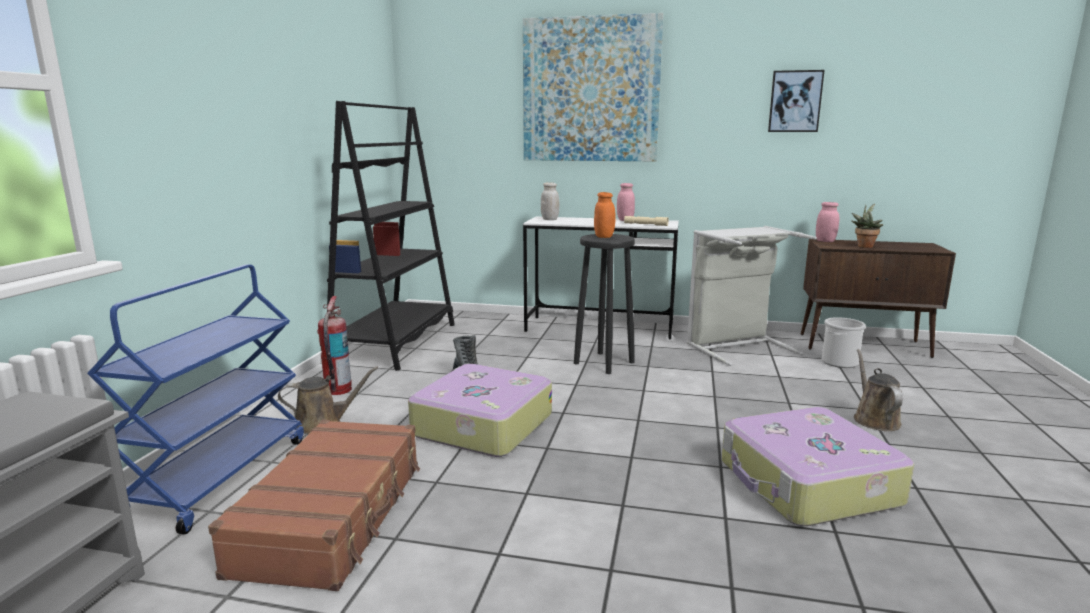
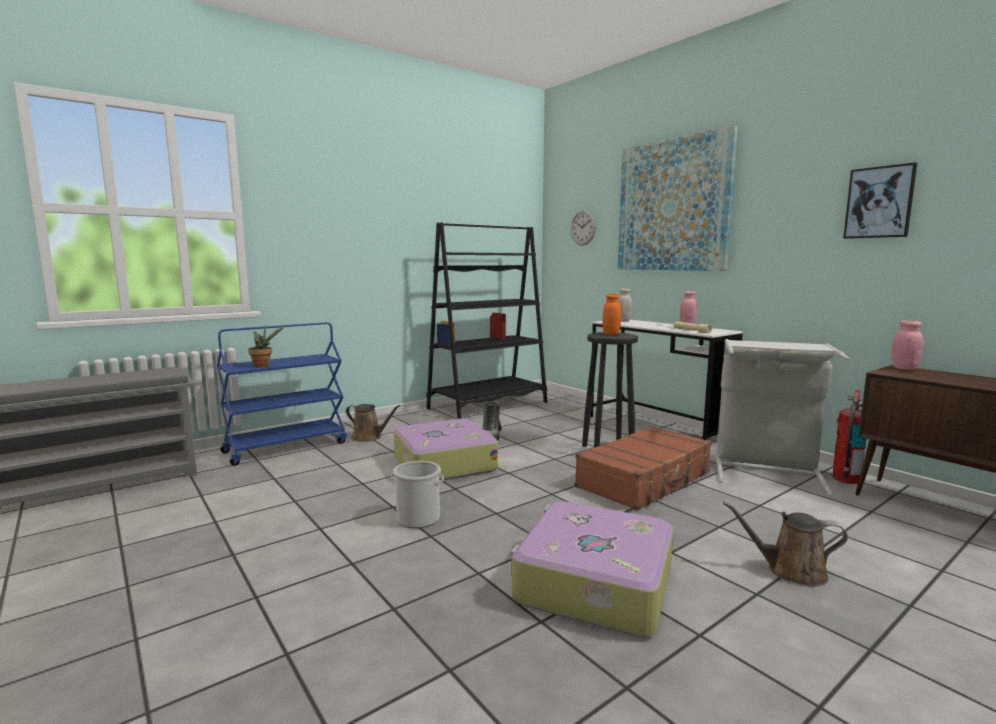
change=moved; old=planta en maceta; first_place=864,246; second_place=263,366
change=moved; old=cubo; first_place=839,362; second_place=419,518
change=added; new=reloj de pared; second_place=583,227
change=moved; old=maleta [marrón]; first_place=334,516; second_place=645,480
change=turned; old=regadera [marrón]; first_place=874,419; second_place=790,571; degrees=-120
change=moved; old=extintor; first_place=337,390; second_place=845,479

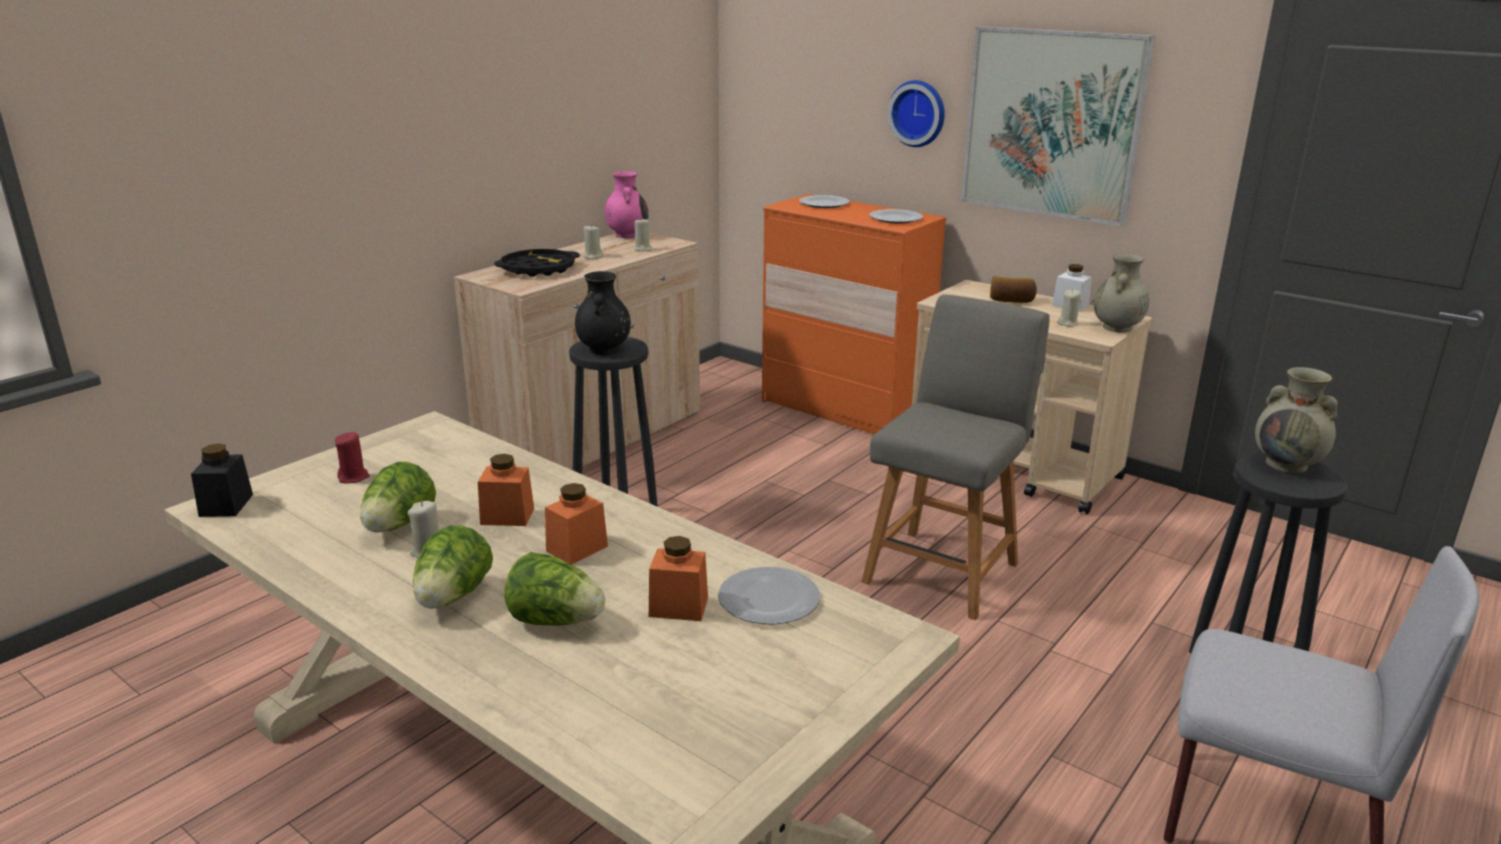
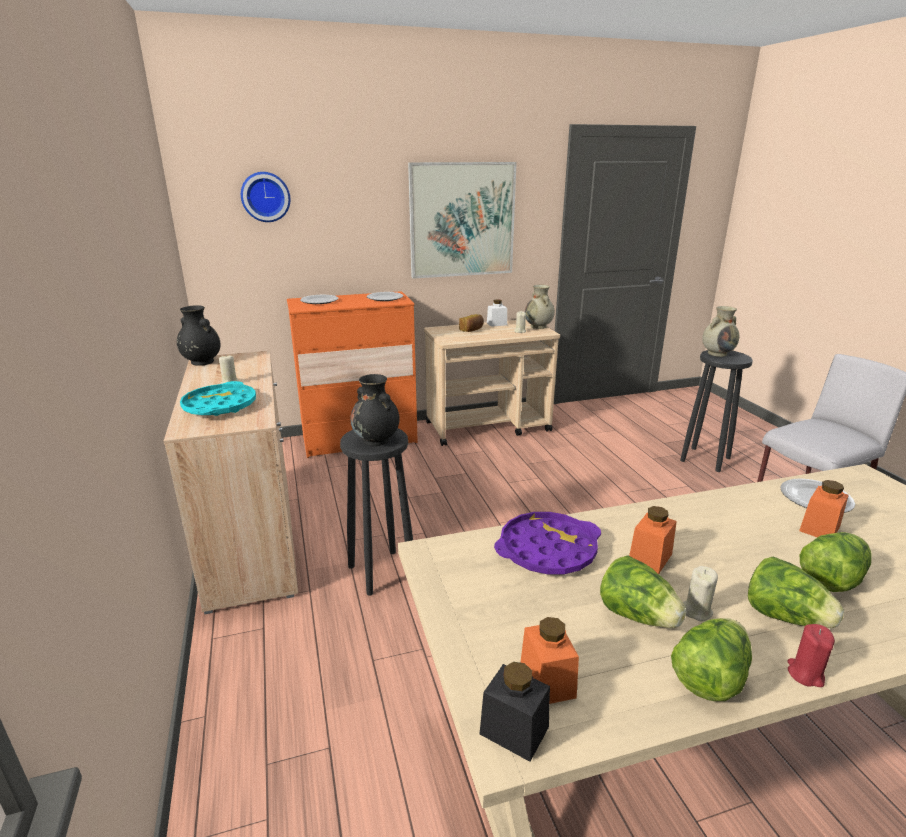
change=recoloured; old=florero [rosa]; new=florero [negro]; first_place=627,235; second_place=201,362
change=recoloured; old=bandeja [negro]; new=bandeja [turquesa]; first_place=538,269; second_place=220,406
change=moved; old=reloj de pared; first_place=918,113; second_place=265,197
change=added; new=bandeja [morado]; second_place=547,550
change=moved; old=tarro [naranja]; first_place=577,548; second_place=547,681
change=added; new=lechuga; second_place=709,677
change=moved; old=vela [rojo]; first_place=353,477; second_place=805,673
change=removed; old=vela [beis]; first_place=643,249
change=removed; old=silla [gris]; first_place=943,570

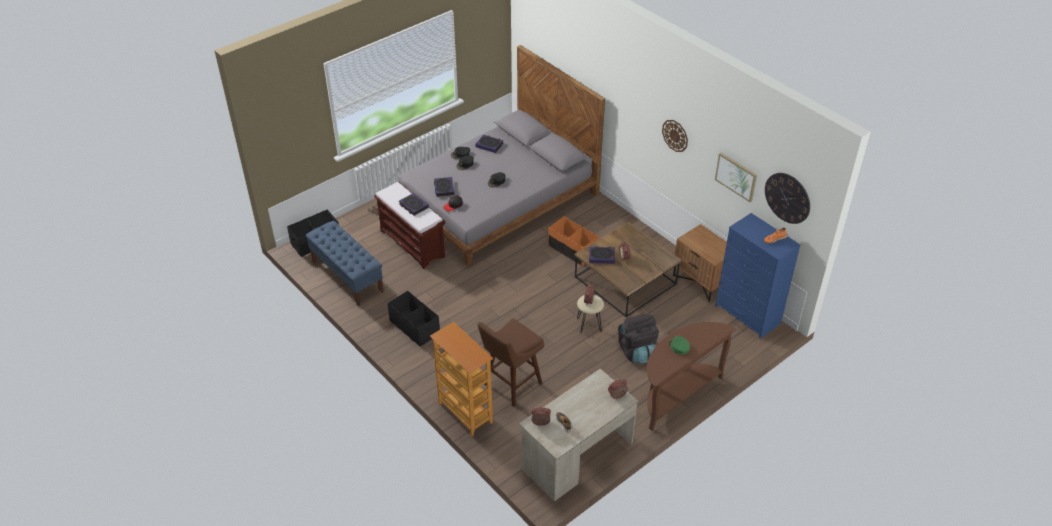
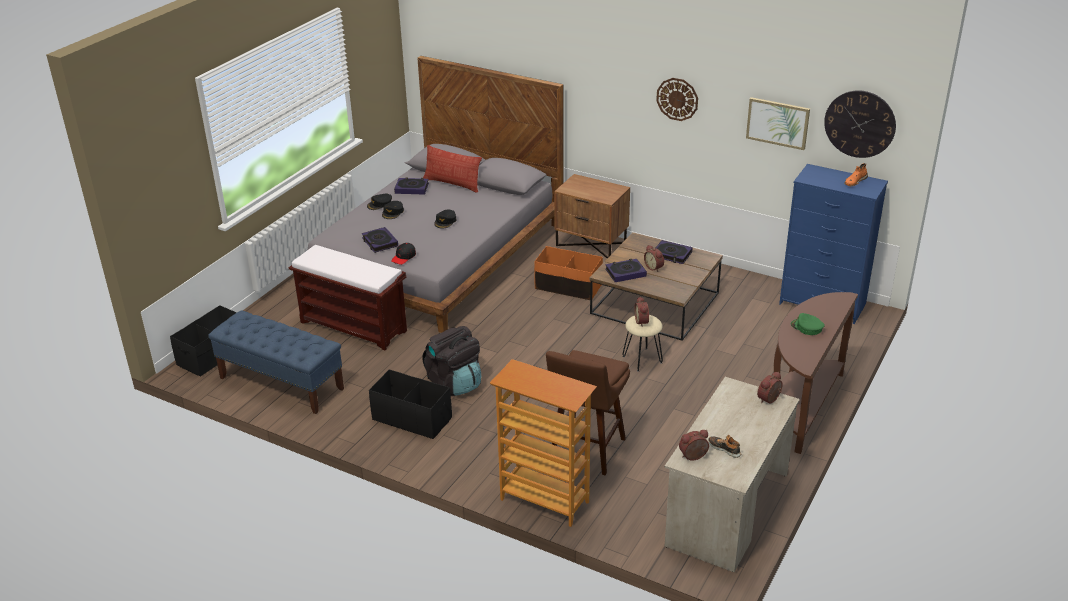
change=moved; old=mochila [negro]; first_place=637,351; second_place=455,383
change=added; new=cojín; second_place=452,184
change=moved; old=mesita de noche [marrón]; first_place=701,281; second_place=591,244
change=moved; old=libro; first_place=413,206; second_place=672,255

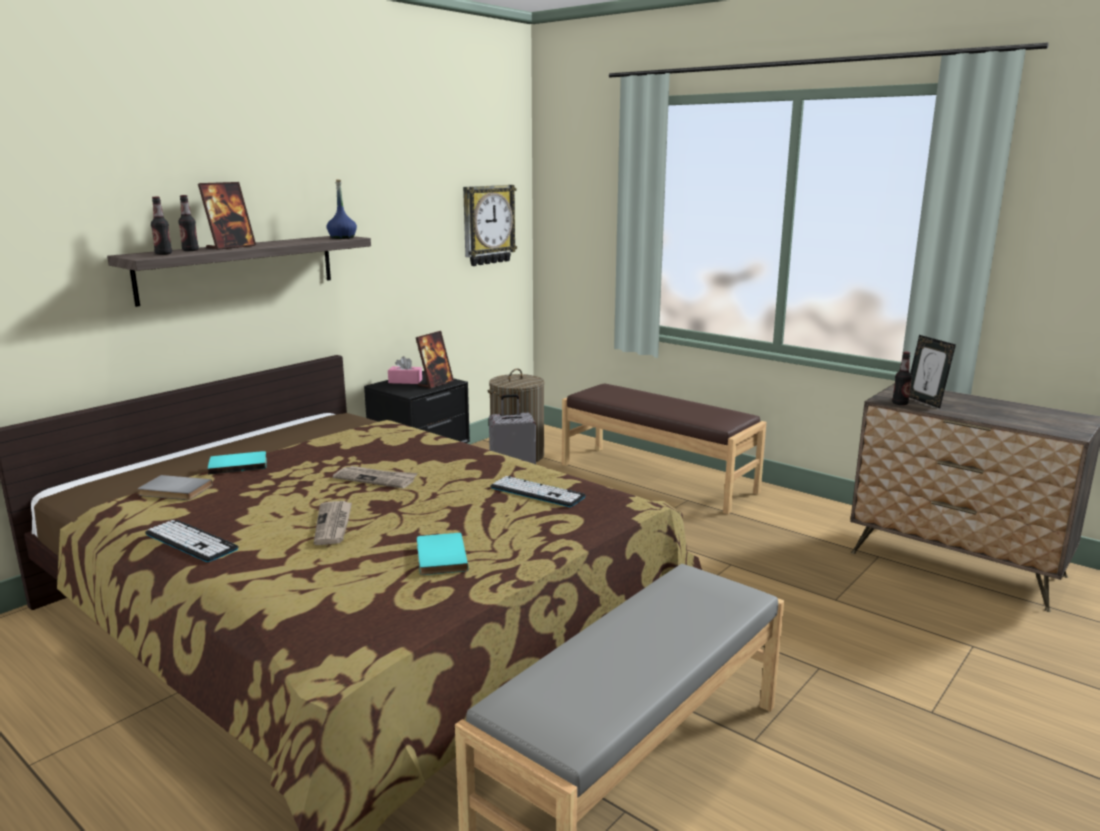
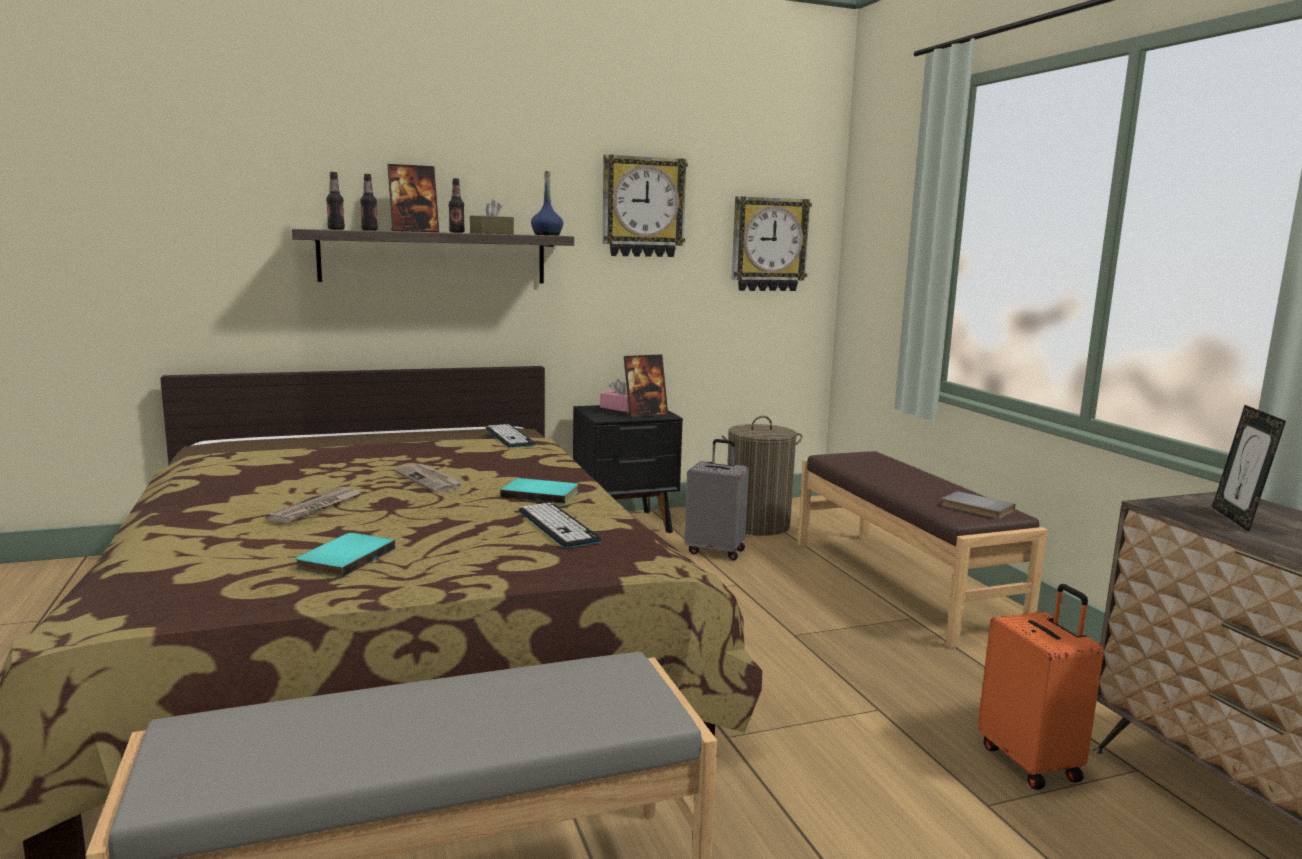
change=moved; old=botella; first_place=900,403; second_place=457,232
change=added; new=caja de pañuelos [marrón]; second_place=492,233
change=moved; old=teclado; first_place=191,541; second_place=509,437
change=moved; old=libro [turquesa]; first_place=238,465; second_place=541,493
change=added; new=reloj de pared; second_place=642,207
change=moved; old=libro [gris]; first_place=174,491; second_place=976,508
change=added; new=maleta [naranja]; second_place=1031,762

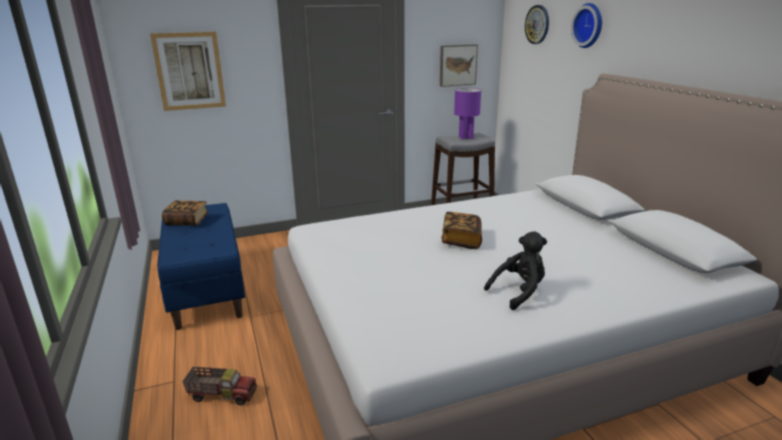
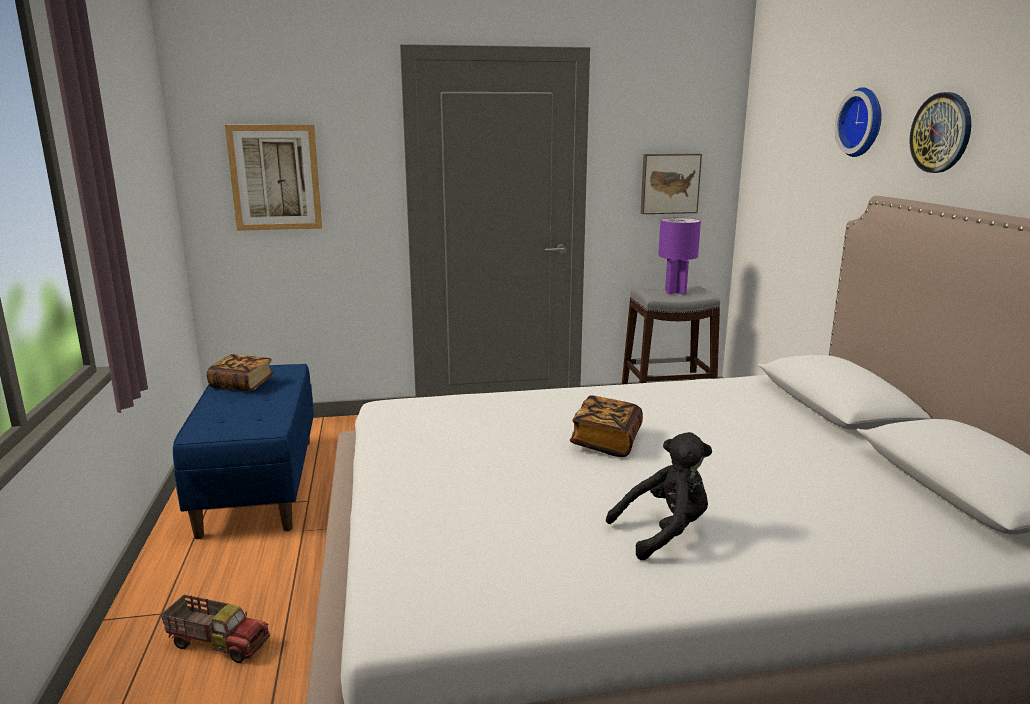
change=moved; old=reloj de pared; first_place=537,24; second_place=941,133

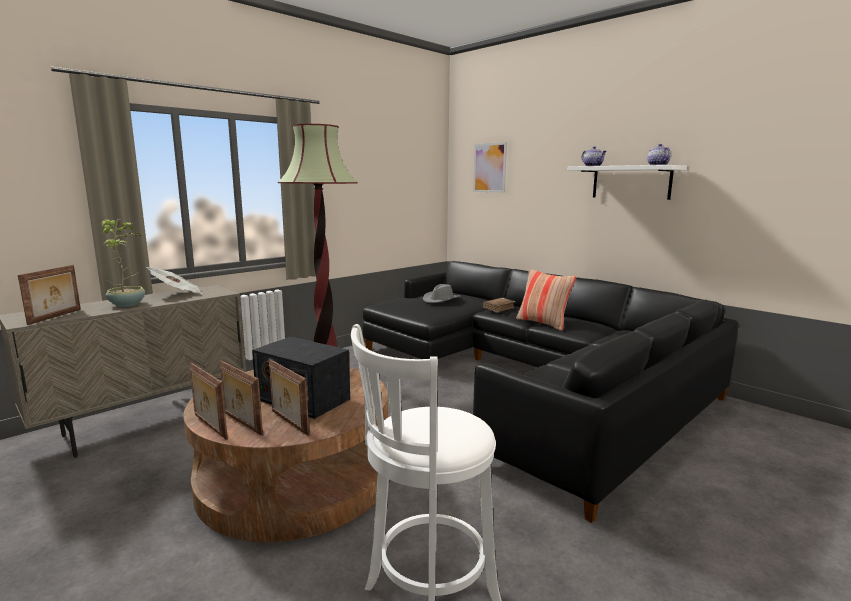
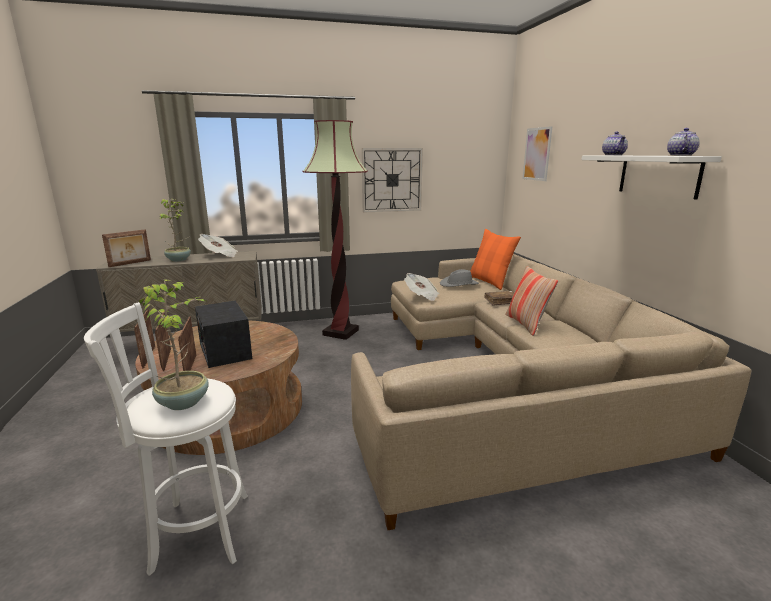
change=added; new=planta en maceta; second_place=184,401
change=recoloured; old=sofá [negro]; new=sofá [beis]; first_place=530,379; second_place=505,378
change=added; new=reloj de pared; second_place=392,180
change=added; new=periódico; second_place=422,296
change=added; new=cojín [naranja]; second_place=490,282

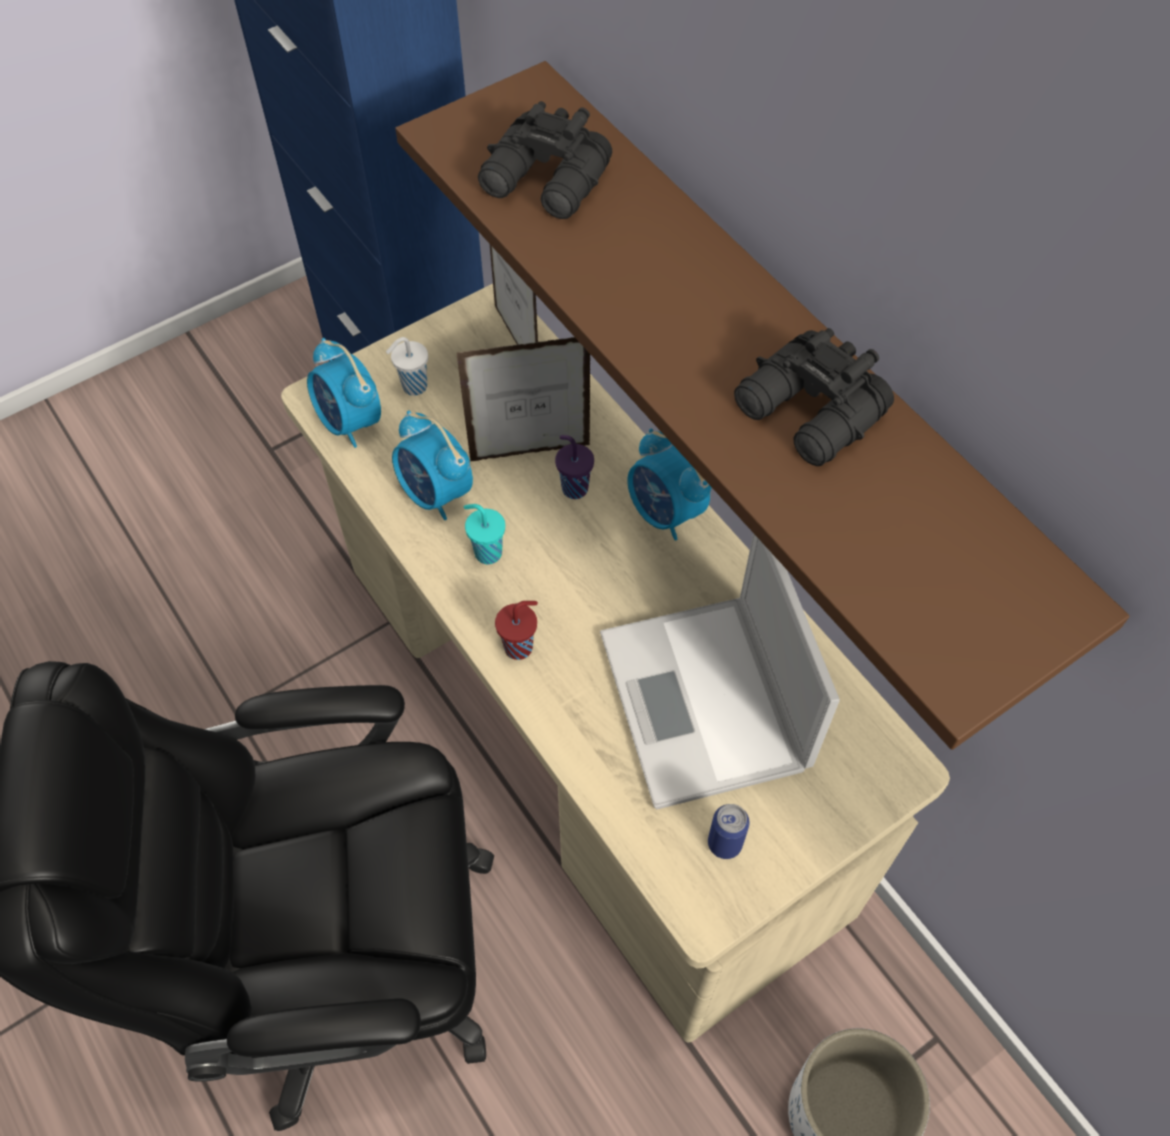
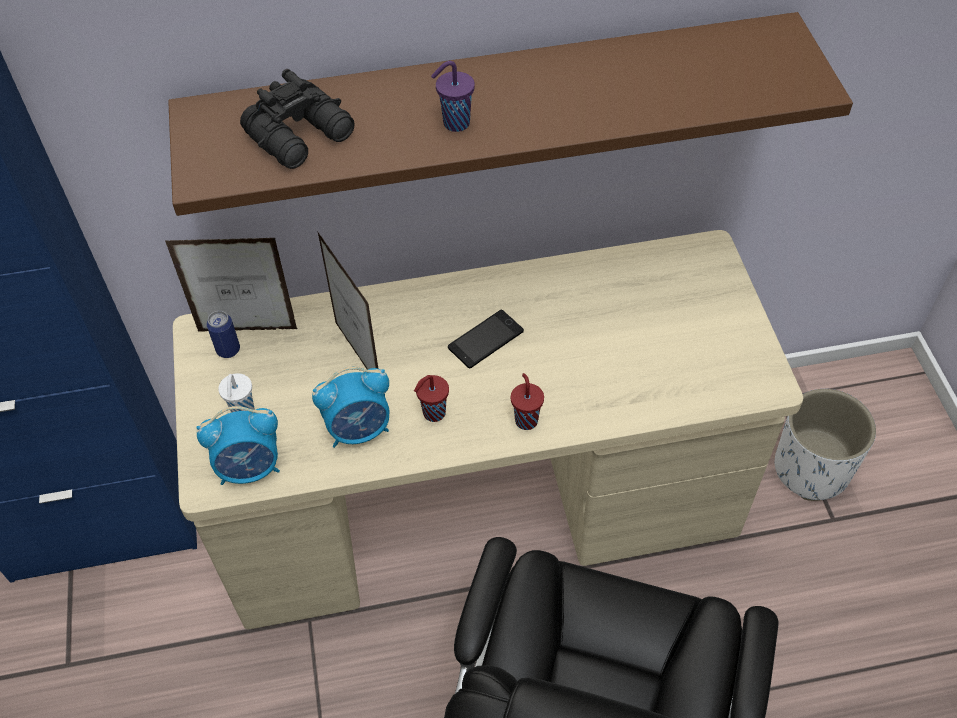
change=moved; old=lata; first_place=724,843; second_place=228,350
change=turned; old=portarretratos; first_place=530,453; second_place=358,356; degrees=-45
change=recoloured; old=taza [turquesa]; new=taza [rojo]; first_place=486,552; second_place=433,413
change=moved; old=taza [morado]; first_place=573,487; second_place=454,124
change=added; new=móvil; second_place=485,339
change=removed; old=portátil; first_place=705,704
change=removed; old=despertador; first_place=665,513
change=removed; old=prismáticos [negro]; first_place=810,414

